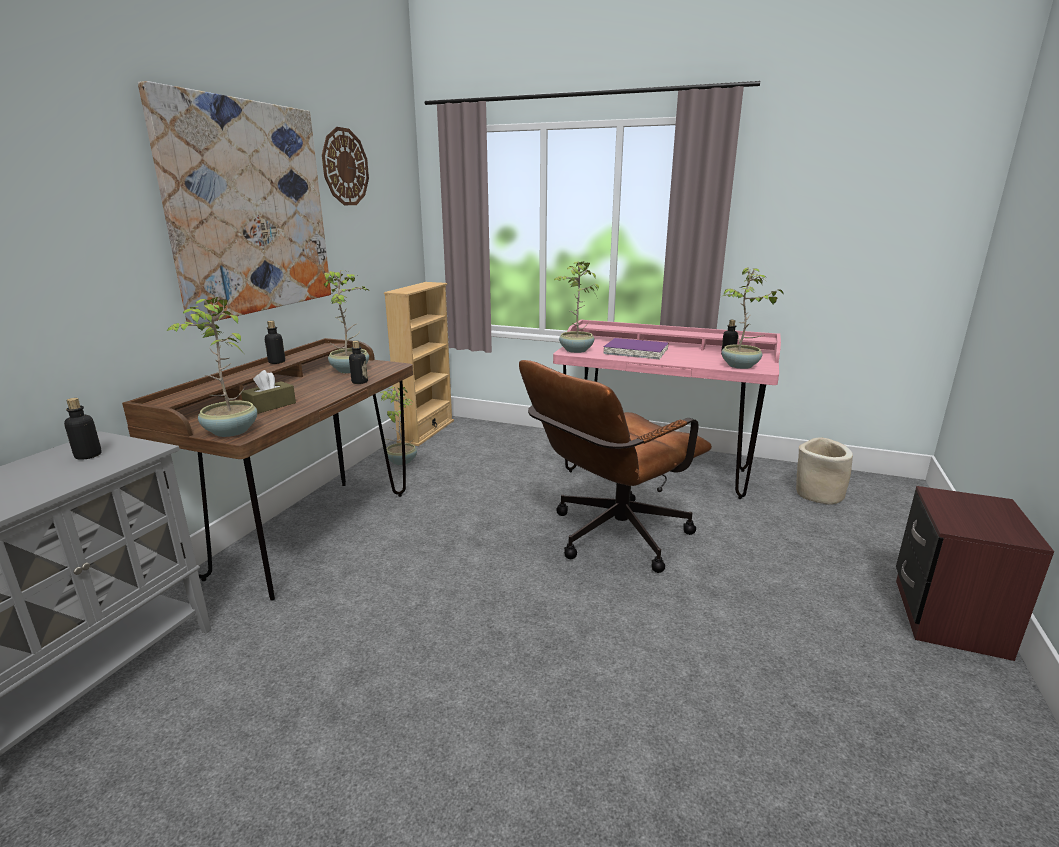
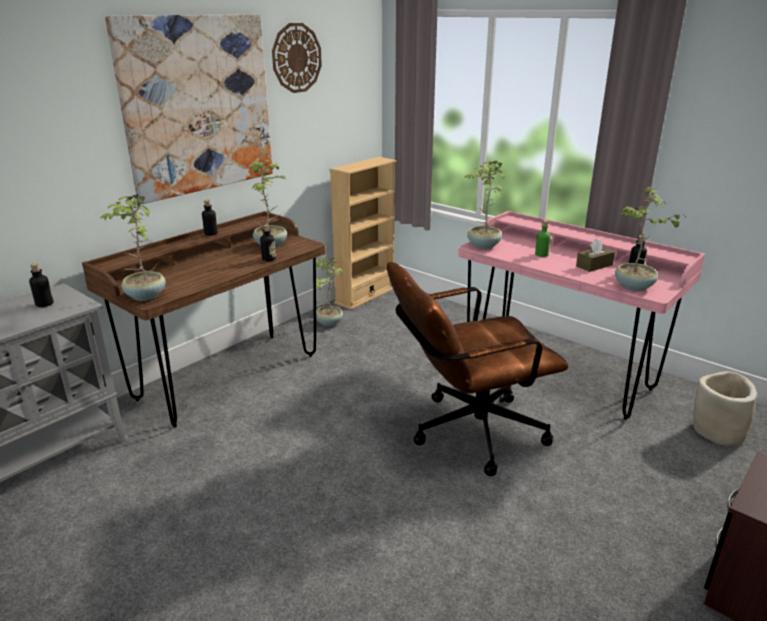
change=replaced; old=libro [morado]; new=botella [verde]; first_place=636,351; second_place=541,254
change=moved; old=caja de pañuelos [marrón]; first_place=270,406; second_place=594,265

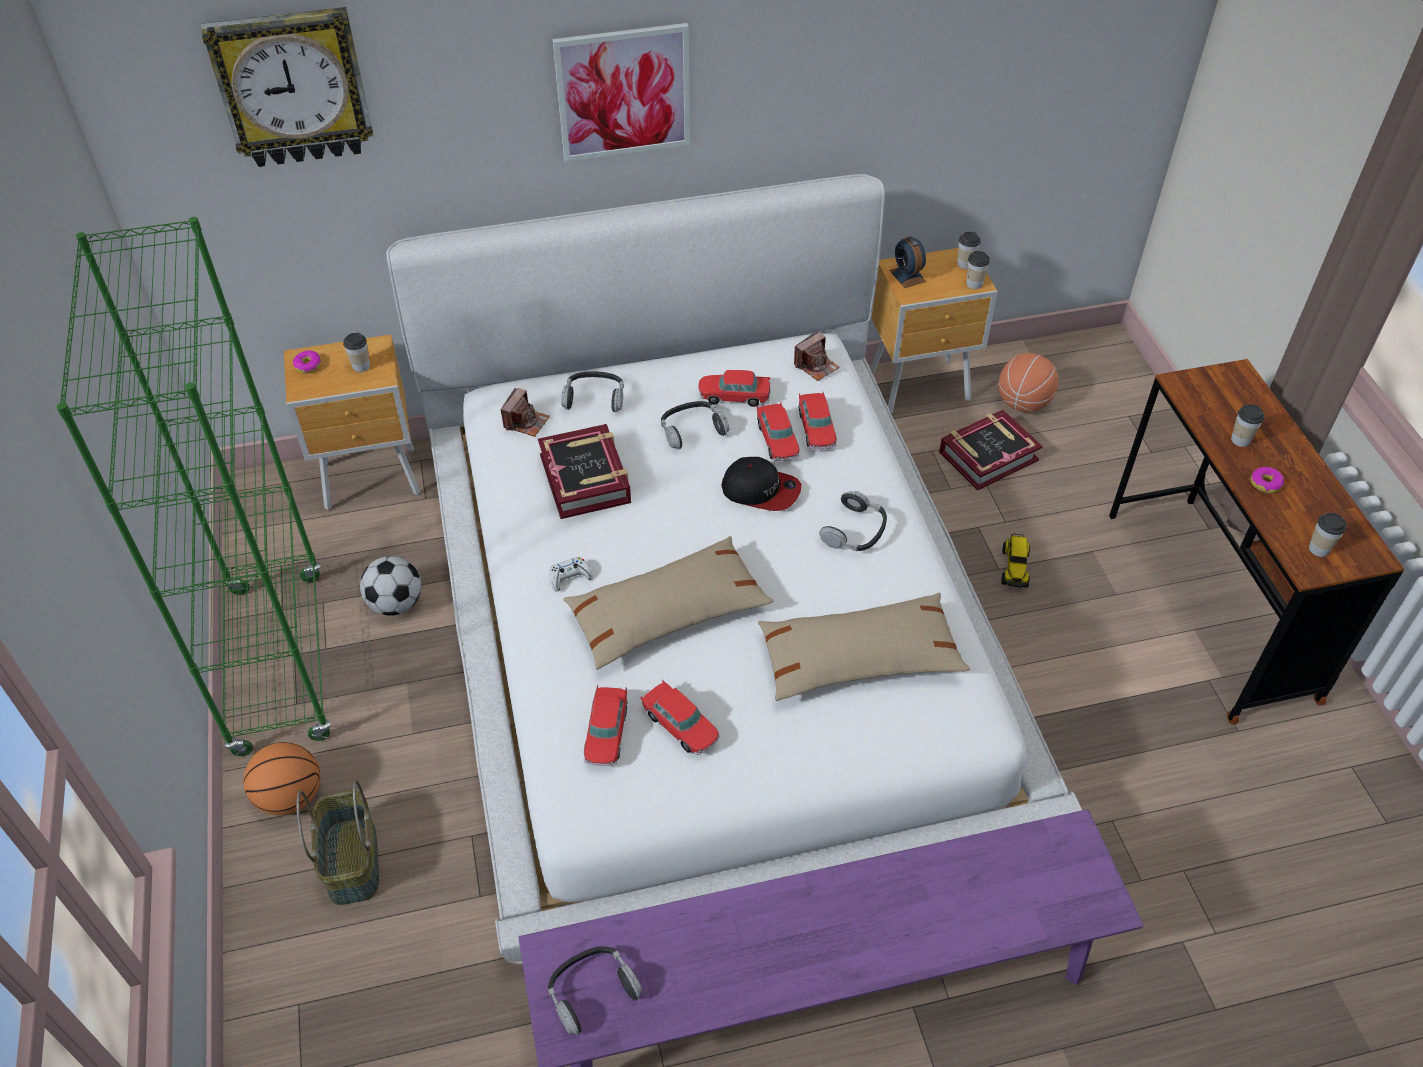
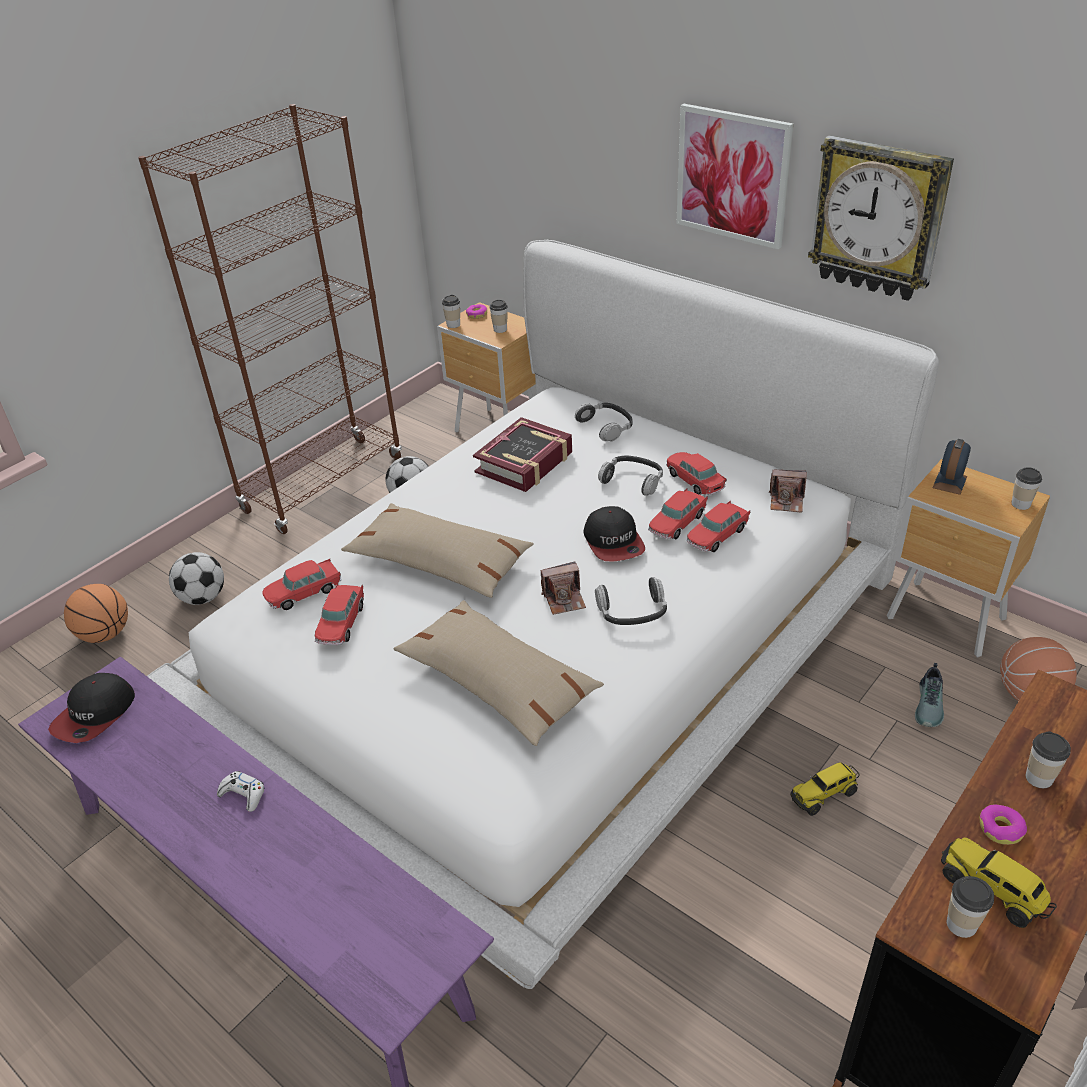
change=replaced; old=auriculares; new=gorra; first_place=592,991; second_place=95,715
change=moved; old=balón de baloncesto; first_place=290,797; second_place=105,634
change=recoloured; old=estantería [verde]; new=estantería [marrón]; first_place=279,662; second_place=323,485
change=replaced; old=cesta; new=balón de fútbol; first_place=351,860; second_place=203,597
change=moved; old=mando de consola [blanco]; first_place=570,577; second_place=243,794
change=moved; old=taza; first_place=974,284; second_place=453,324
change=moved; old=cámara; first_place=526,422; second_place=564,599
change=moved; old=reloj de pared; first_place=292,87; second_place=878,218
change=replaced; old=libro; new=zapato; first_place=987,456; second_place=930,705
change=added; new=camión de juguete; second_place=993,890

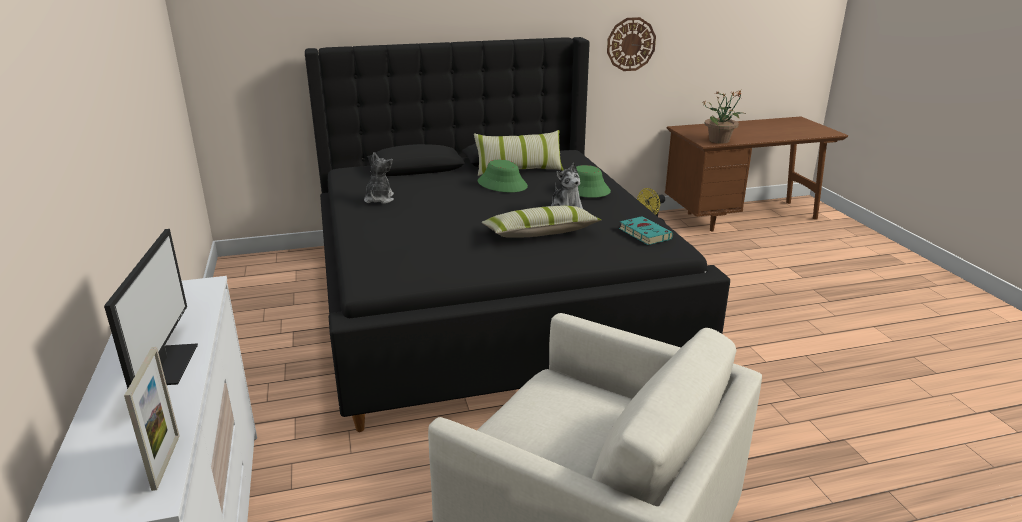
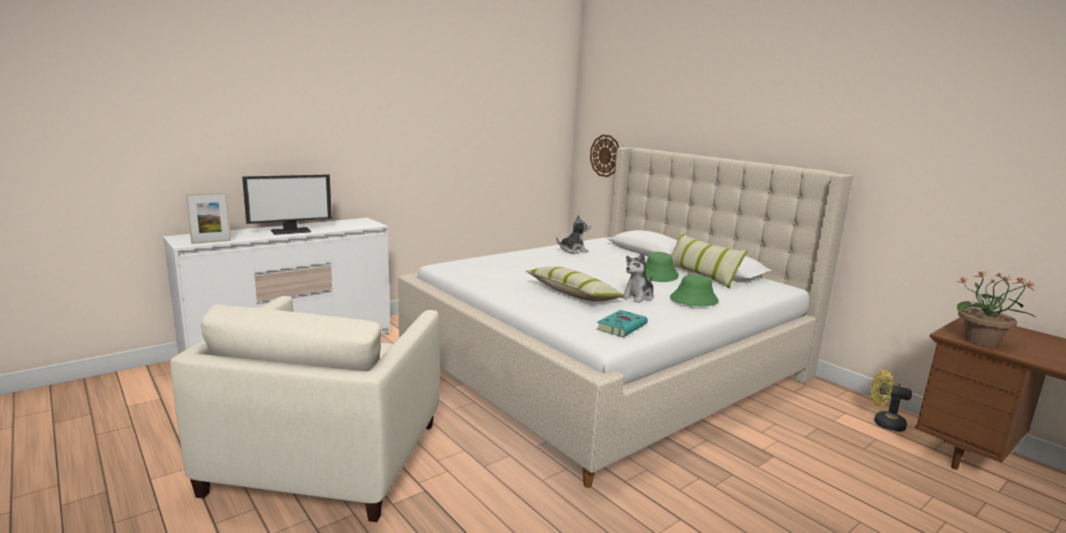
change=recoloured; old=cama [negro]; new=cama [beis]; first_place=490,301; second_place=608,367
change=moved; old=reloj de pared; first_place=631,44; second_place=605,155

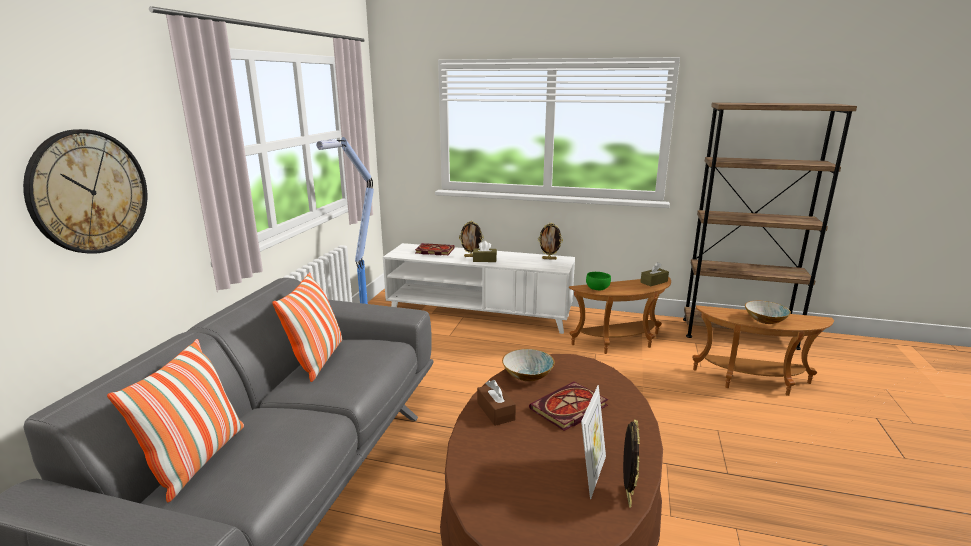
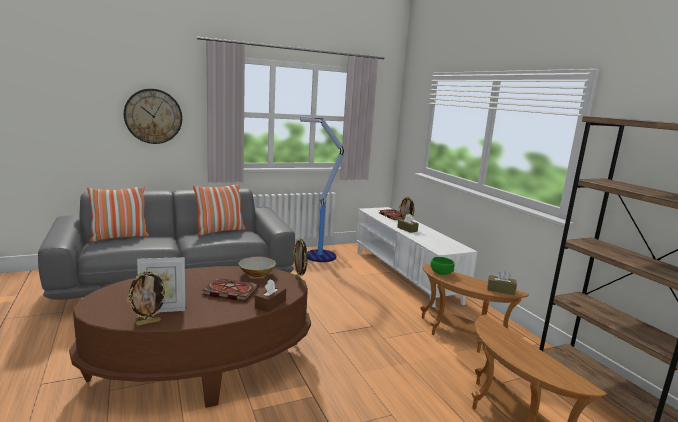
change=moved; old=caja de pañuelos [marrón]; first_place=495,411; second_place=270,304
change=moved; old=portarretratos; first_place=549,259; second_place=299,279
change=removed; old=cuenco; first_place=765,320

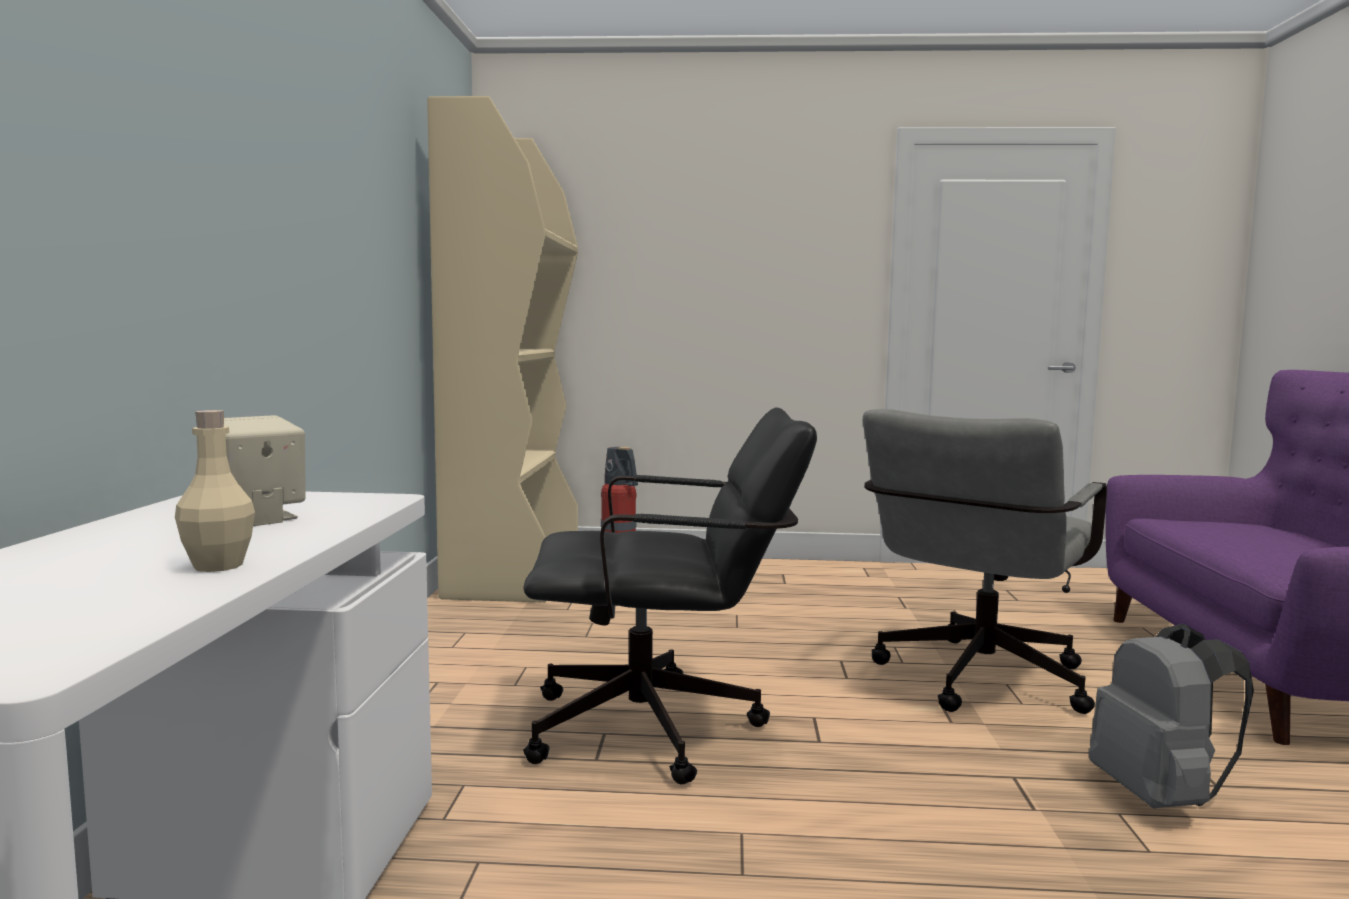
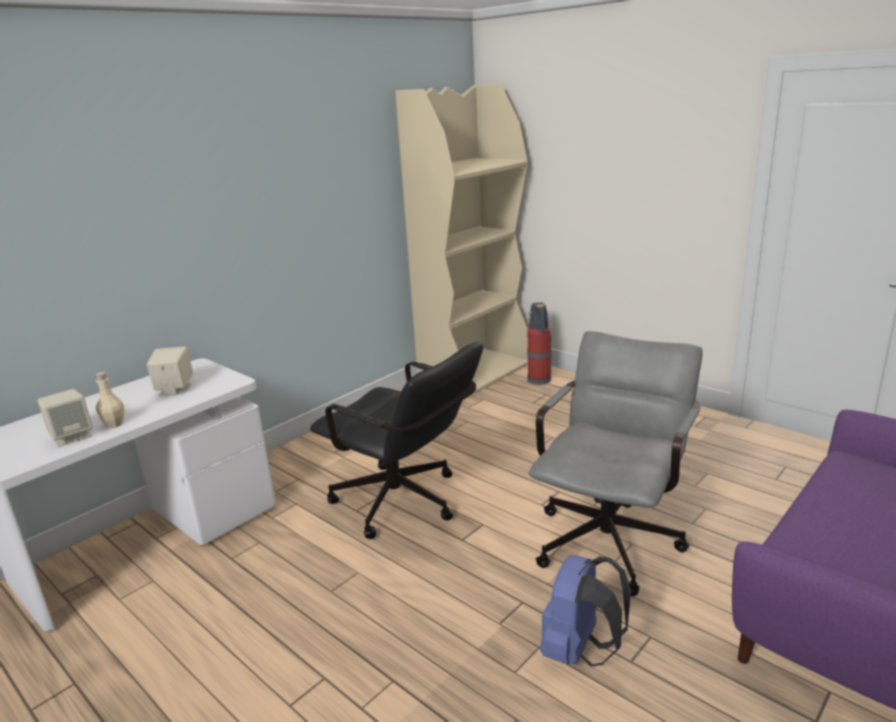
change=added; new=altavoz [beis]; second_place=72,437
change=turned; old=silla de oficina [gris]; first_place=975,684; second_place=611,536; degrees=135
change=recoloured; old=mochila [gris]; new=mochila [azul]; first_place=1160,797; second_place=579,651

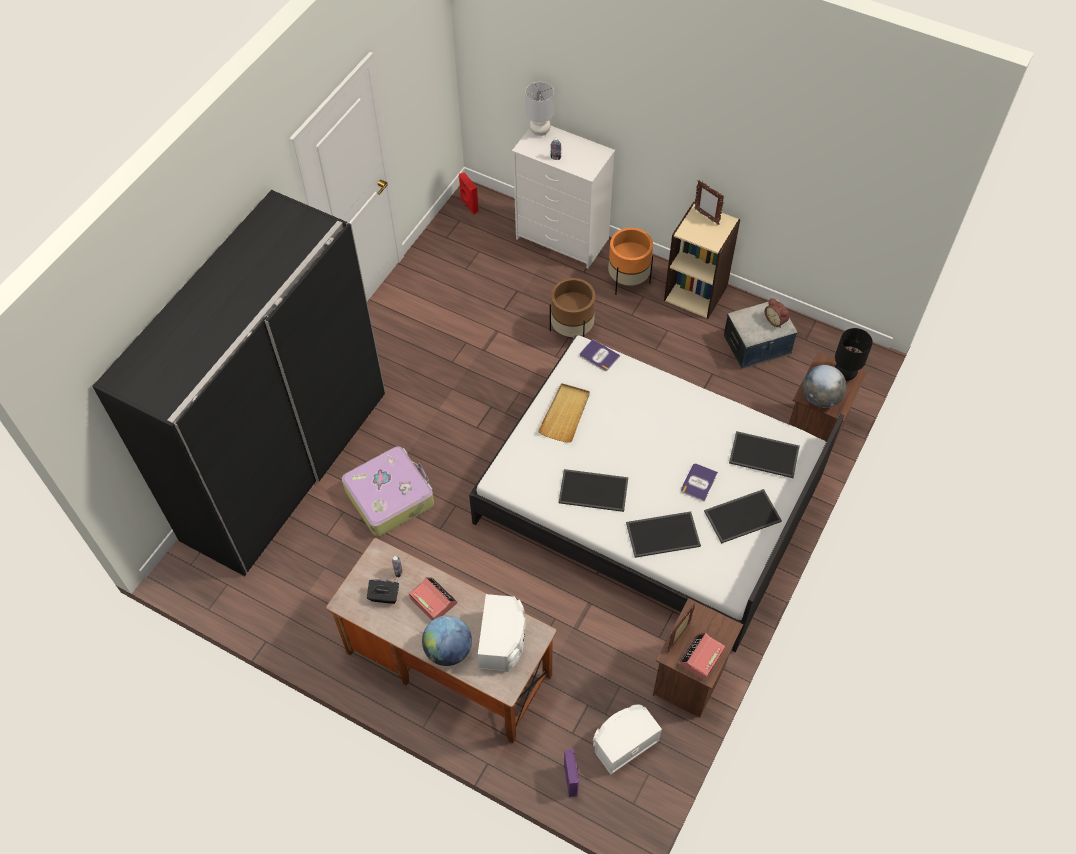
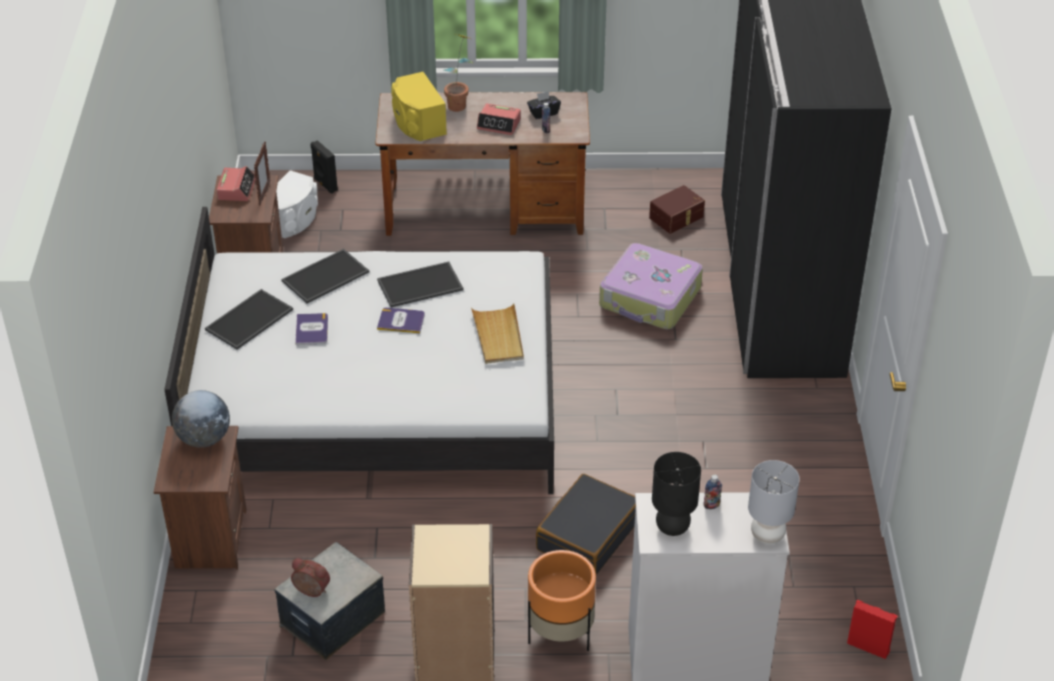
change=recoloured; old=altavoz [morado]; new=altavoz [negro]; first_place=571,780; second_place=324,185
change=moved; old=libro; first_place=599,356; second_place=401,321
change=recoloured; old=altavoz [blanco]; new=altavoz [amarillo]; first_place=503,641; second_place=417,122
change=replaced; old=globo terráqueo; new=planta en maceta; first_place=448,650; second_place=459,103
change=replaced; old=maceta [marrón]; new=maleta [negro]; first_place=572,331; second_place=587,535
change=added; new=caja de almacenaje [marrón]; second_place=677,218
change=moved; old=lámpara de mesa [negro]; first_place=844,374; second_place=672,527
change=removed; old=portarretratos; first_place=706,216
change=removed; old=bandeja; first_place=765,454

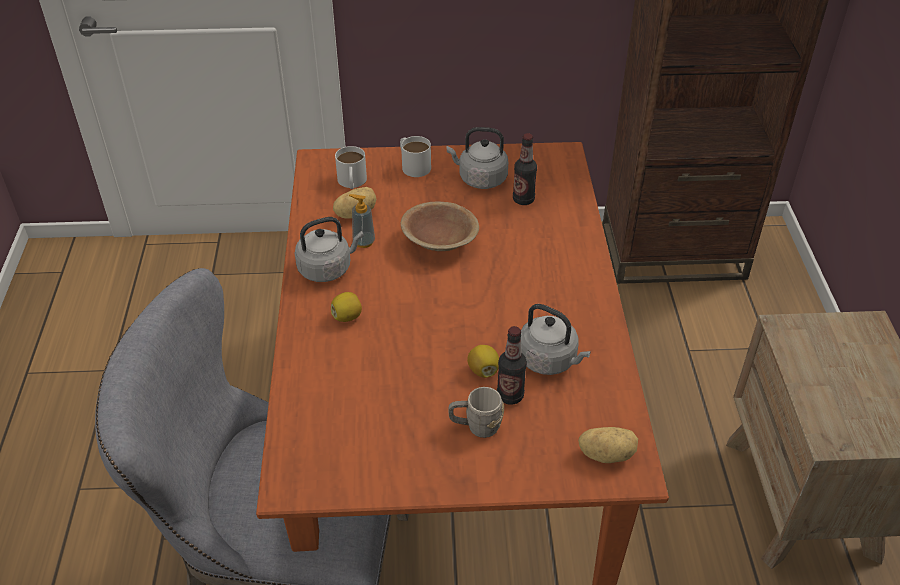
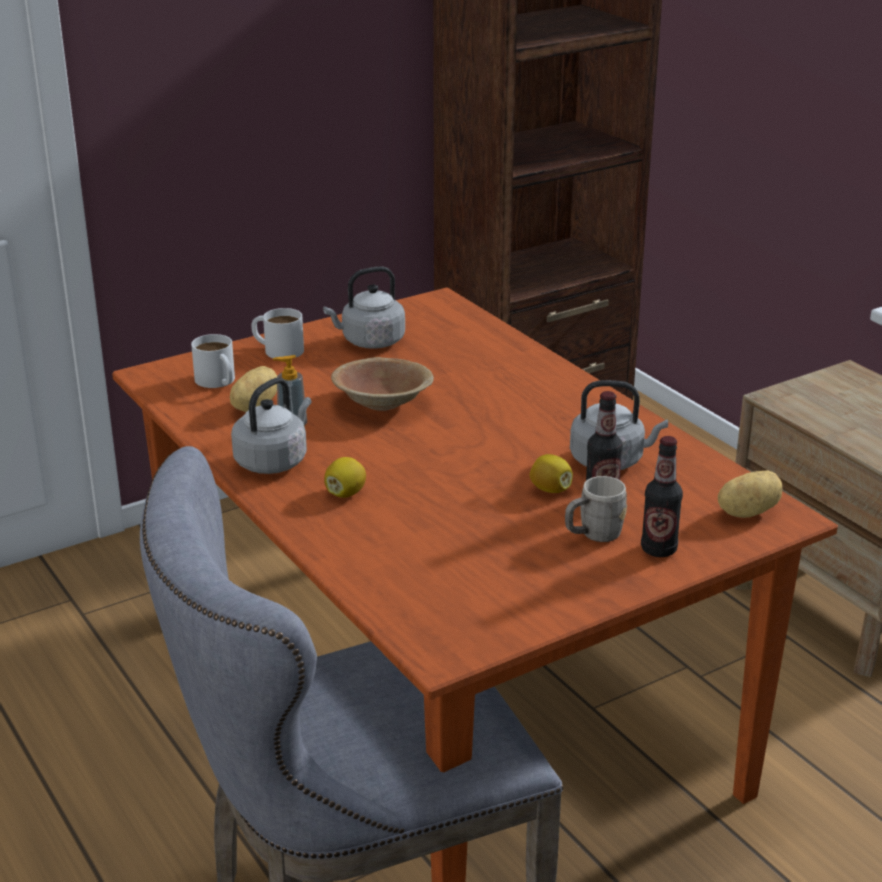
change=moved; old=botella; first_place=523,199; second_place=658,549

